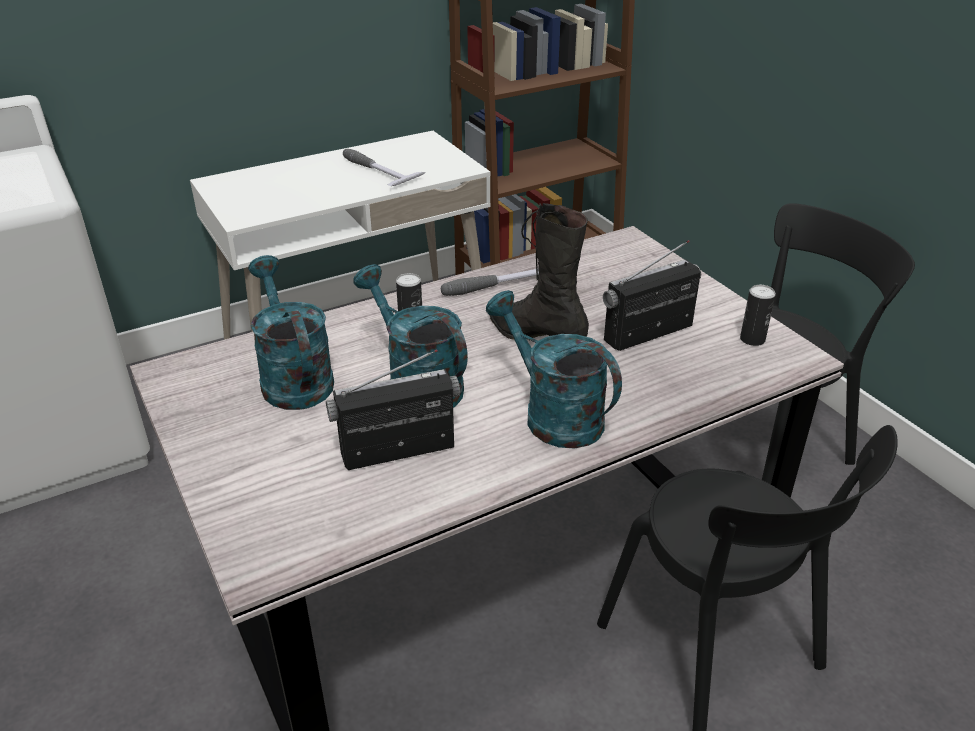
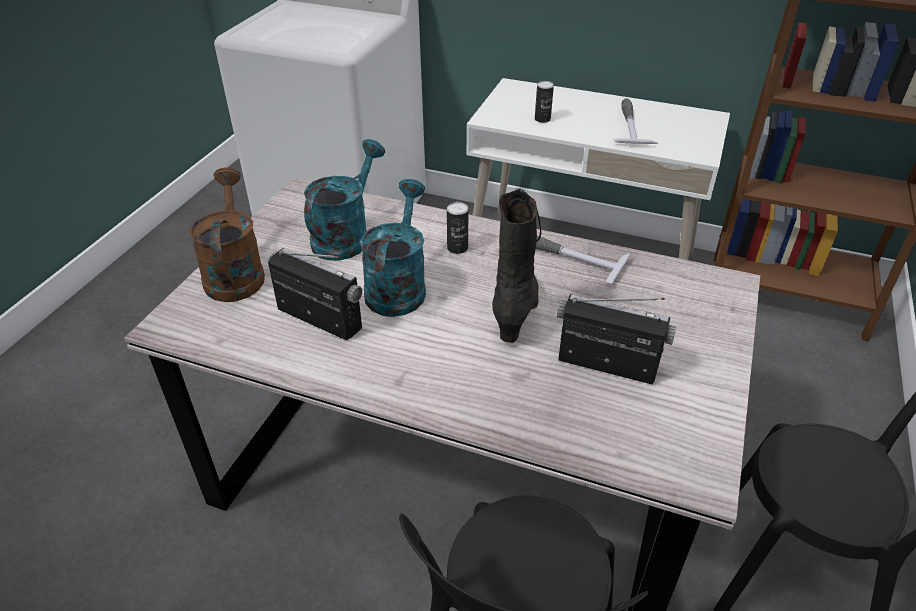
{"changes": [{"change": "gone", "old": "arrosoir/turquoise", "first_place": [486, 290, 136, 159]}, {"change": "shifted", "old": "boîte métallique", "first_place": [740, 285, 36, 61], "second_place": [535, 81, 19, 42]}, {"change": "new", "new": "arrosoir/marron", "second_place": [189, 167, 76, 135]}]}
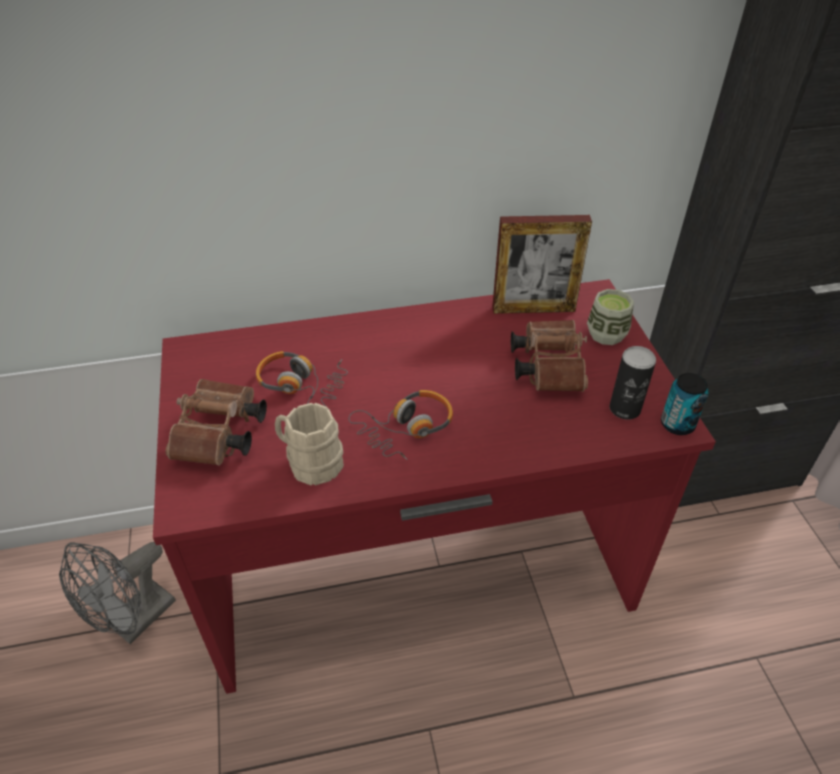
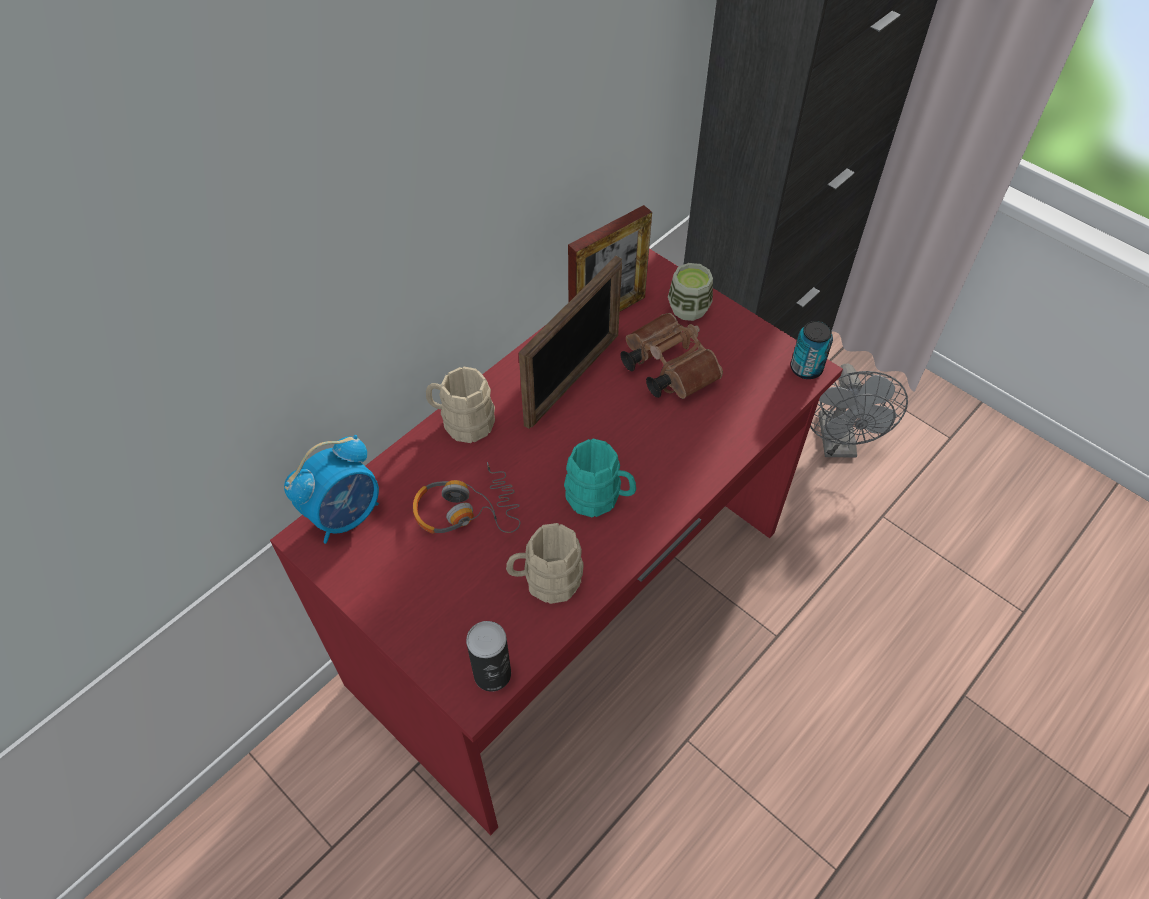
{"changes": [{"change": "shifted", "old": "ventilateur/gris", "first_place": [59, 542, 117, 102], "second_place": [810, 363, 98, 95]}, {"change": "gone", "old": "jumelles/marron", "first_place": [166, 379, 101, 87]}, {"change": "swapped", "old": "casque audio", "new": "mug/turquoise", "first_place": [348, 390, 105, 70], "second_place": [564, 439, 72, 78]}, {"change": "shifted", "old": "boîte métallique", "first_place": [610, 346, 46, 74], "second_place": [466, 621, 45, 71]}, {"change": "new", "new": "réveil", "second_place": [284, 435, 95, 109]}, {"change": "new", "new": "mug/beige", "second_place": [426, 366, 69, 77]}, {"change": "new", "new": "cadre photo", "second_place": [519, 256, 103, 173]}]}
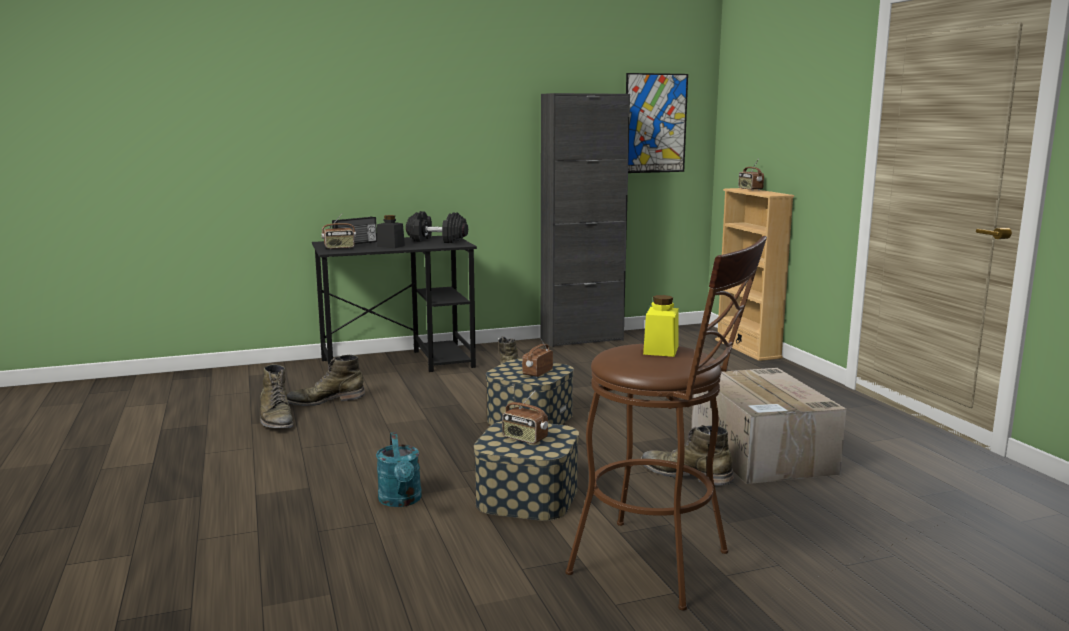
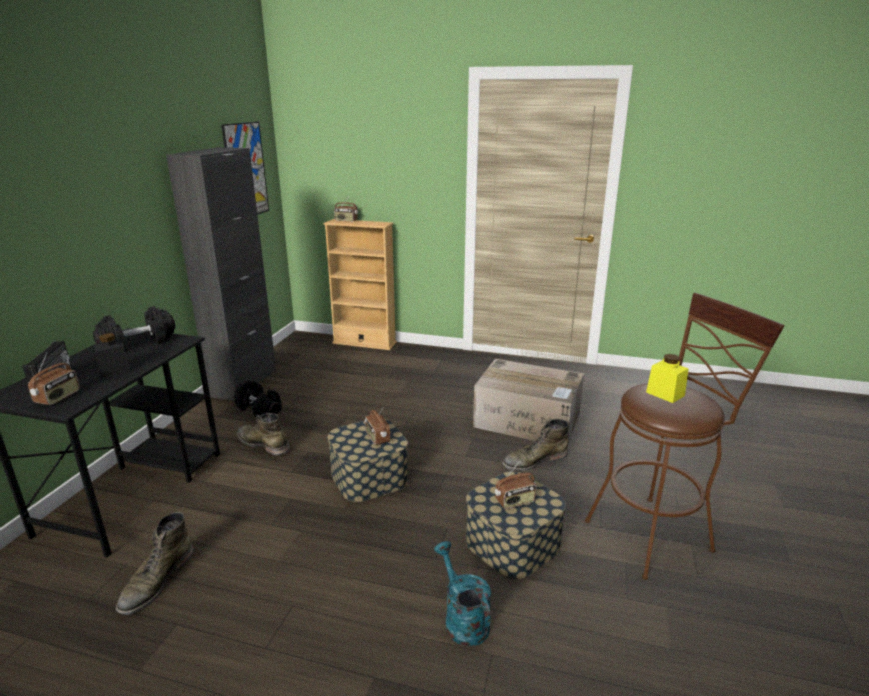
{"changes": [{"change": "gone", "old": "botte/vert", "first_place": [260, 364, 33, 64]}, {"change": "rotated", "old": "arrosoir/turquoise", "first_place": [376, 432, 46, 75], "second_place": [434, 541, 57, 105], "degrees": -135}, {"change": "new", "new": "haltère/noir", "second_place": [234, 380, 48, 37]}]}
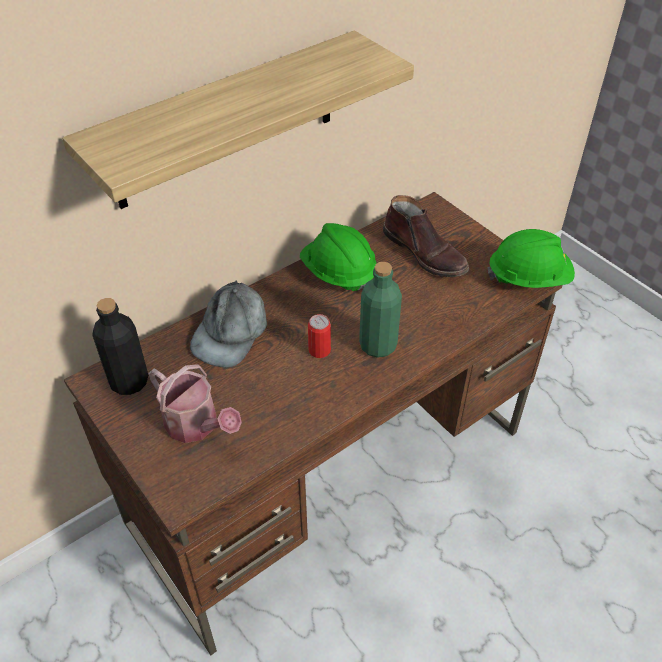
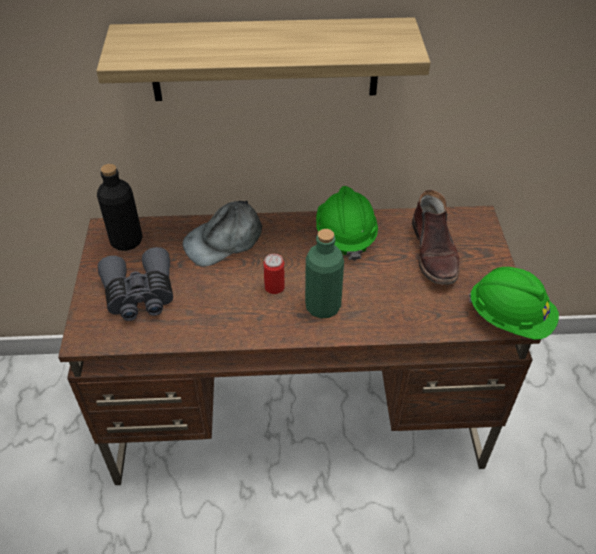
{"changes": [{"change": "swapped", "old": "arrosoir", "new": "jumelles/gris", "first_place": [148, 364, 94, 79], "second_place": [98, 247, 75, 74]}]}
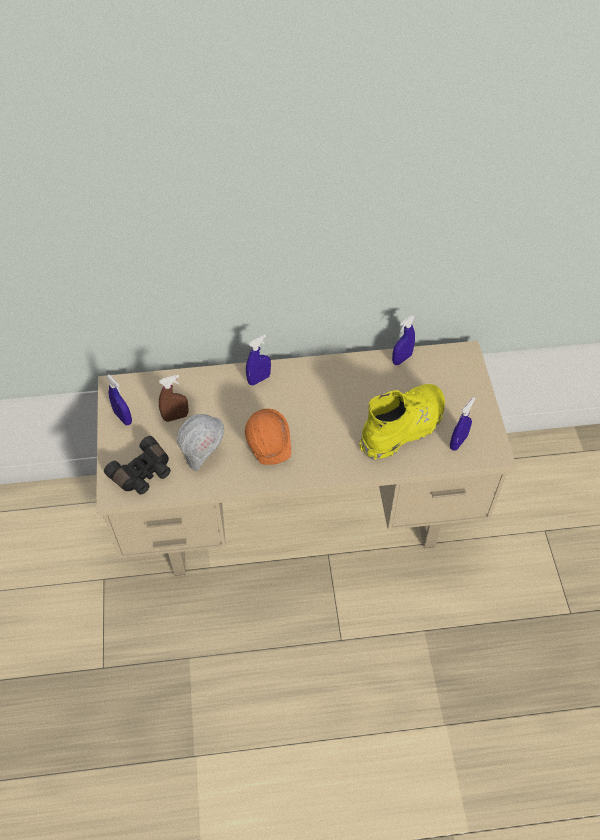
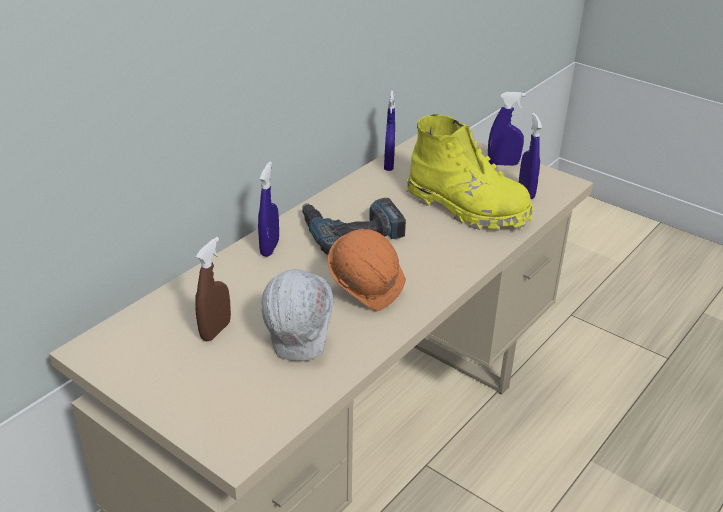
{"changes": [{"change": "gone", "old": "jumelles/noir", "first_place": [104, 436, 67, 59]}, {"change": "shifted", "old": "vaporisateur/bleu", "first_place": [106, 374, 26, 51], "second_place": [488, 92, 38, 74]}, {"change": "rotated", "old": "botte/jaune", "first_place": [359, 384, 86, 76], "second_place": [406, 114, 128, 117], "degrees": 120}, {"change": "new", "new": "perceuse", "second_place": [302, 198, 104, 57]}]}
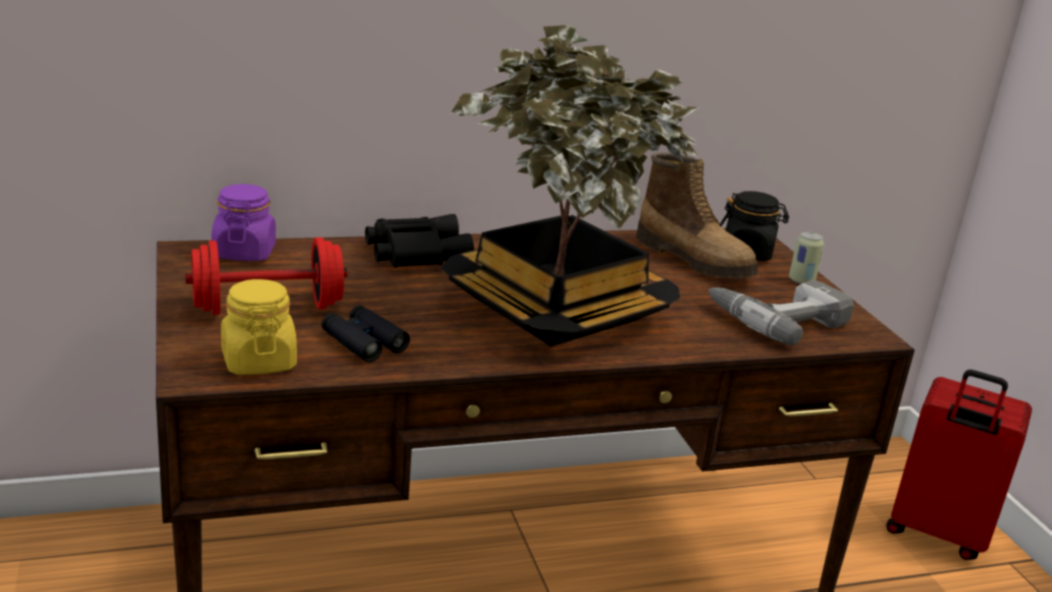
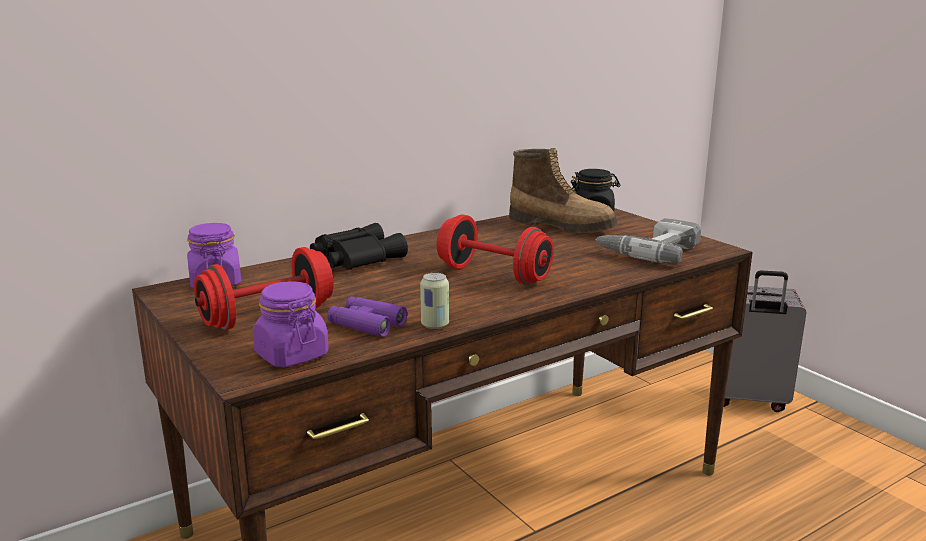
{"changes": [{"change": "repainted", "old": "bocal/jaune", "new": "bocal/violet", "first_place": [221, 279, 76, 96], "second_place": [253, 281, 76, 86]}, {"change": "repainted", "old": "jumelles/noir", "new": "jumelles/violet", "first_place": [322, 305, 88, 57], "second_place": [327, 296, 80, 41]}, {"change": "swapped", "old": "plante en pot", "new": "haltère/rouge", "first_place": [441, 25, 259, 322], "second_place": [437, 214, 117, 71]}, {"change": "shifted", "old": "boîte métallique", "first_place": [789, 232, 35, 52], "second_place": [420, 273, 29, 56]}, {"change": "repainted", "old": "valise/rouge", "new": "valise/gris", "first_place": [886, 370, 146, 190], "second_place": [723, 270, 84, 142]}]}
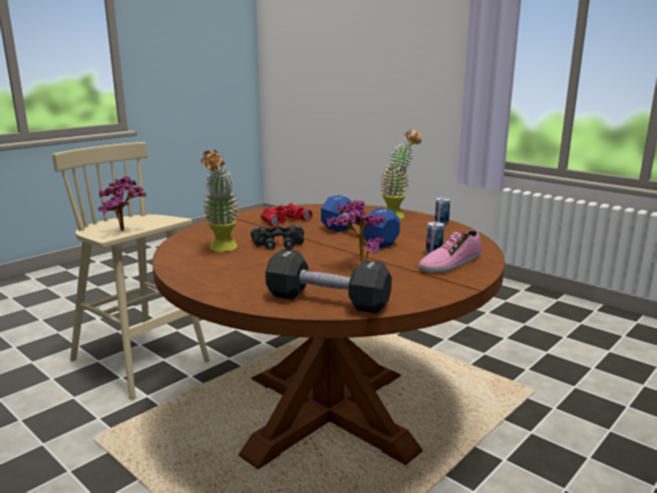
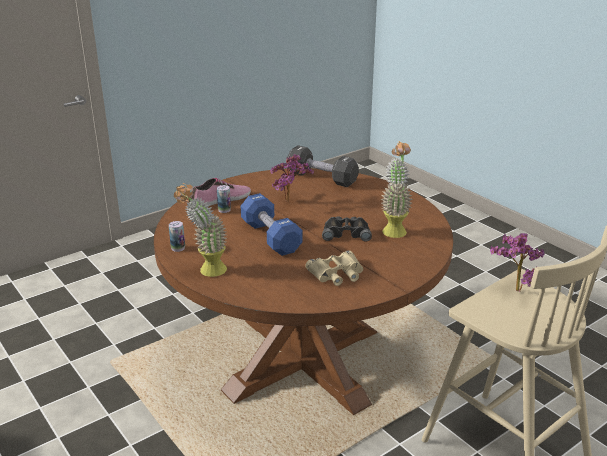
{"changes": [{"change": "repainted", "old": "jumelles/rouge", "new": "jumelles/beige", "first_place": [260, 203, 53, 24], "second_place": [305, 250, 58, 36]}]}
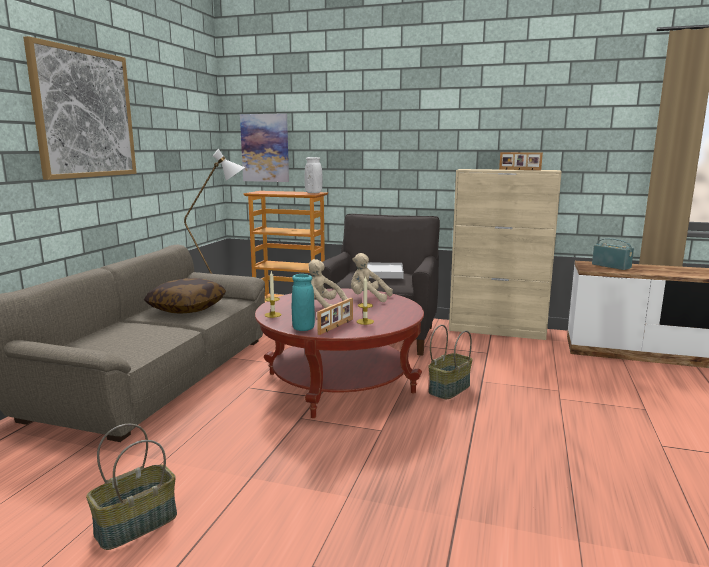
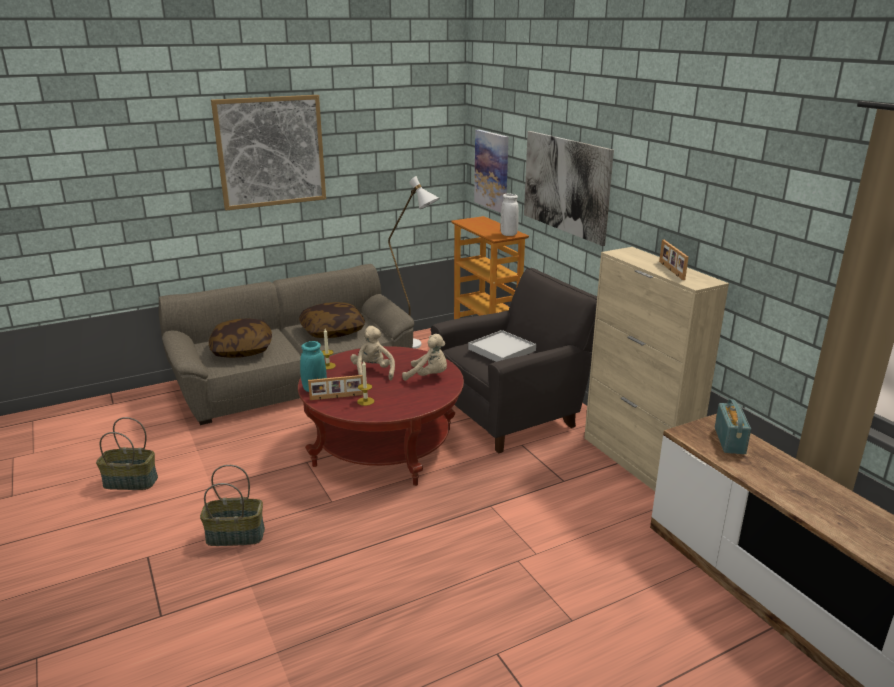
{"changes": [{"change": "rotated", "old": "peluche/beige", "first_place": [351, 253, 42, 49], "second_place": [402, 334, 45, 47], "degrees": 135}, {"change": "shifted", "old": "panier", "first_place": [428, 325, 44, 74], "second_place": [200, 465, 65, 81]}, {"change": "new", "new": "coussin", "second_place": [209, 319, 63, 39]}, {"change": "new", "new": "tableau", "second_place": [524, 131, 90, 115]}]}
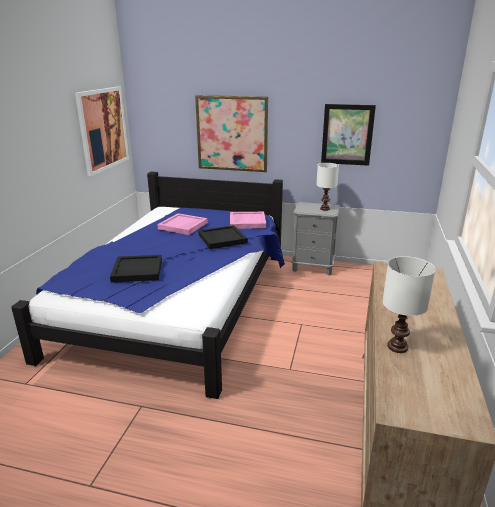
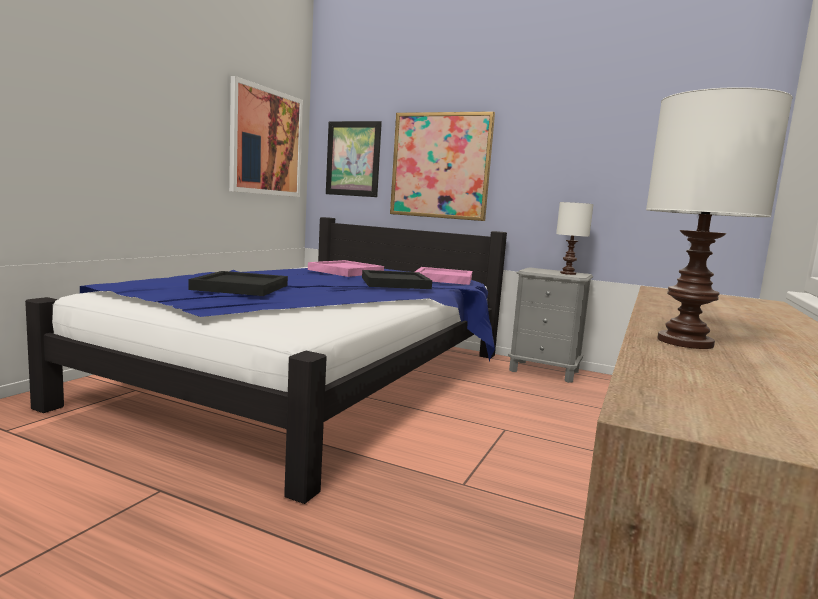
{"changes": [{"change": "shifted", "old": "tableau", "first_place": [321, 104, 55, 62], "second_place": [326, 121, 56, 76]}]}
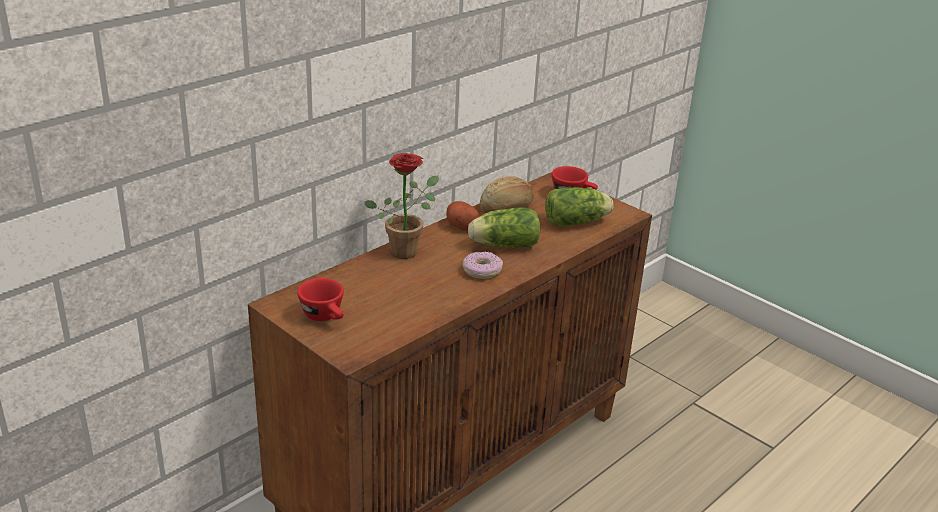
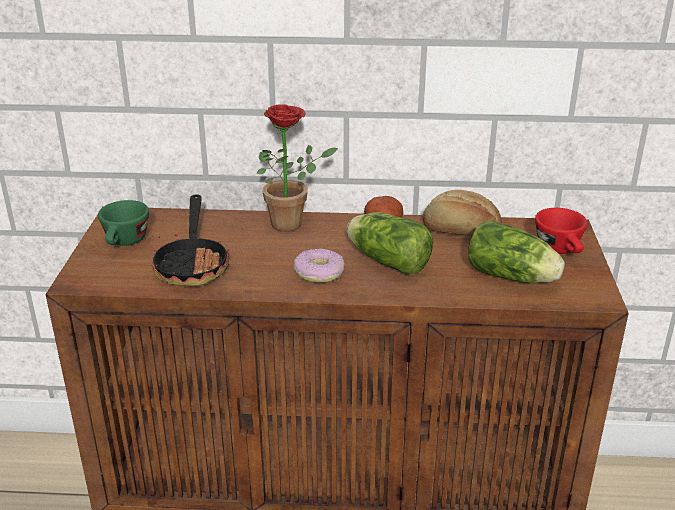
{"changes": [{"change": "repainted", "old": "tasse/rouge", "new": "tasse/vert", "first_place": [297, 278, 47, 43], "second_place": [98, 200, 51, 46]}, {"change": "new", "new": "poêle", "second_place": [151, 194, 79, 93]}]}
